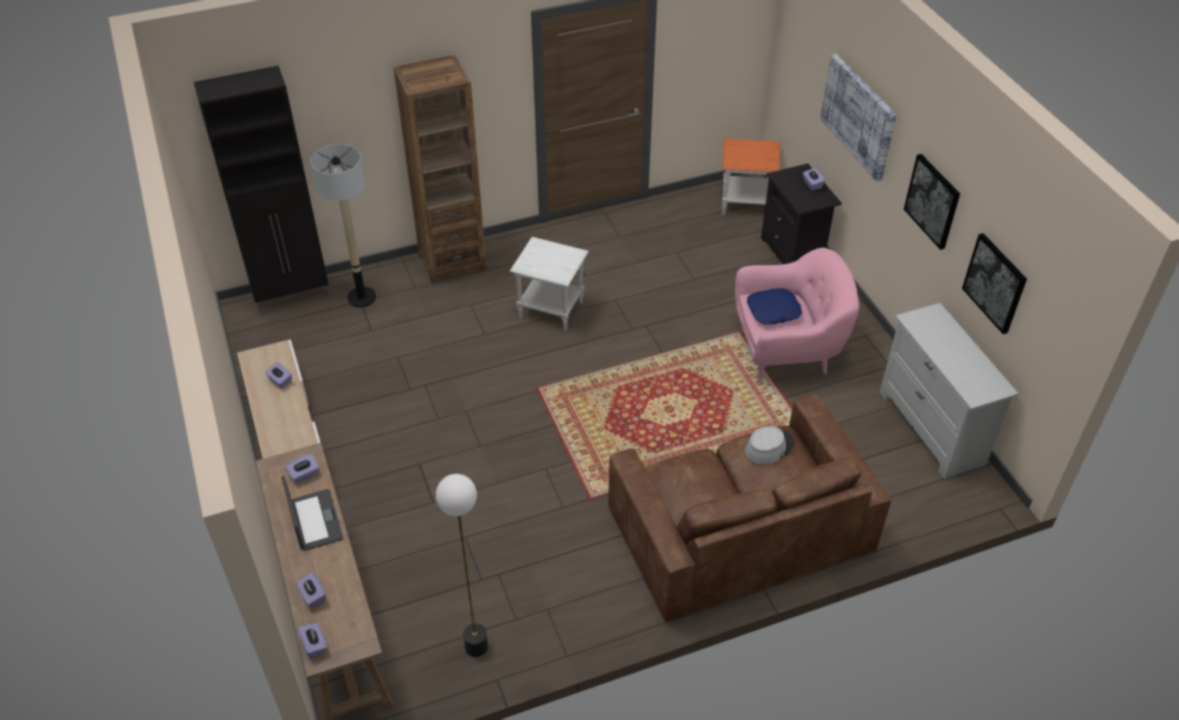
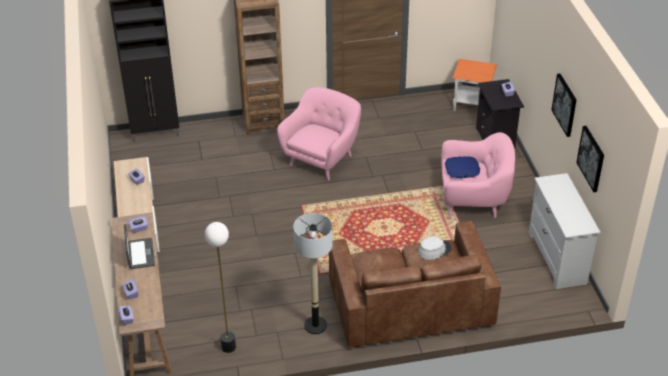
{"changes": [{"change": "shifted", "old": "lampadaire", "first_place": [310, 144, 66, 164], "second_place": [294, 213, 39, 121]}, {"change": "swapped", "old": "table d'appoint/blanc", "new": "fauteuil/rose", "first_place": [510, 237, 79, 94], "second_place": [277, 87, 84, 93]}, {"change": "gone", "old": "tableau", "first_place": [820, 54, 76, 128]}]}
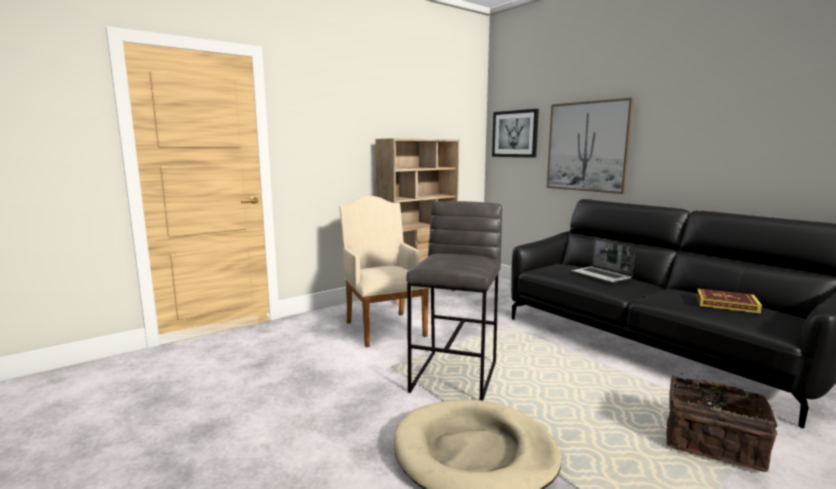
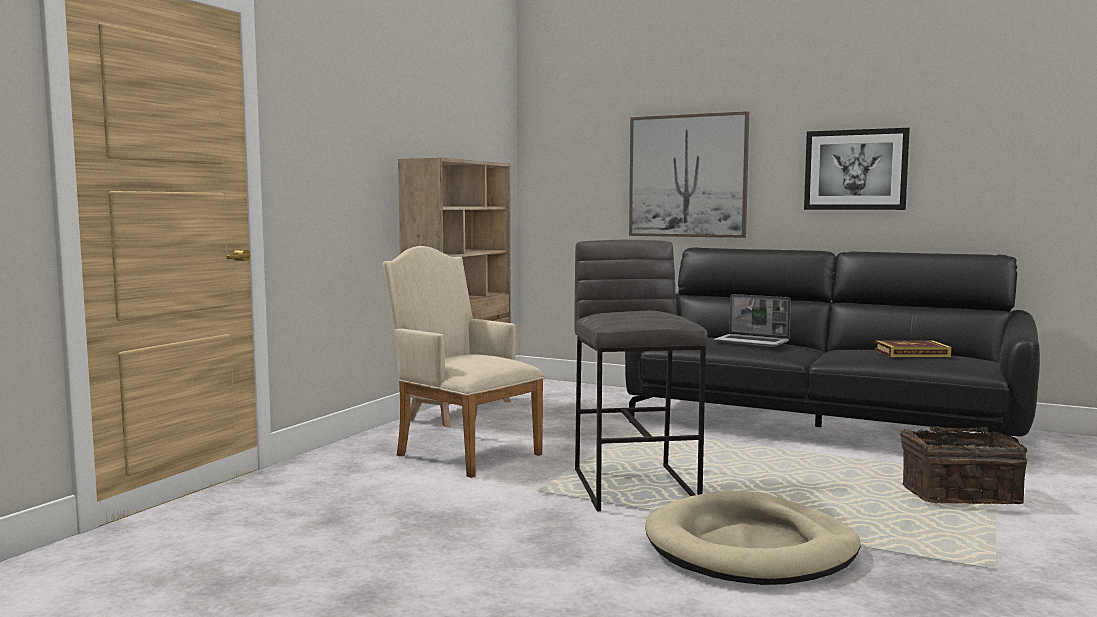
{"changes": [{"change": "shifted", "old": "tableau", "first_place": [492, 109, 47, 49], "second_place": [804, 128, 106, 82]}]}
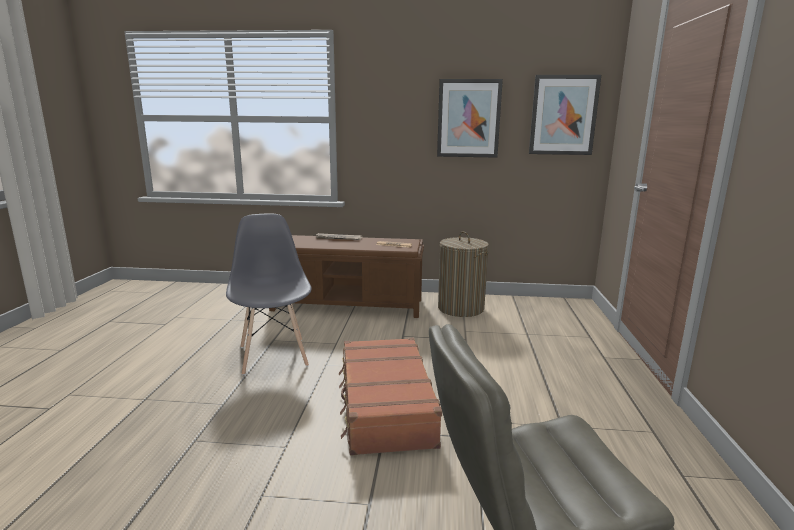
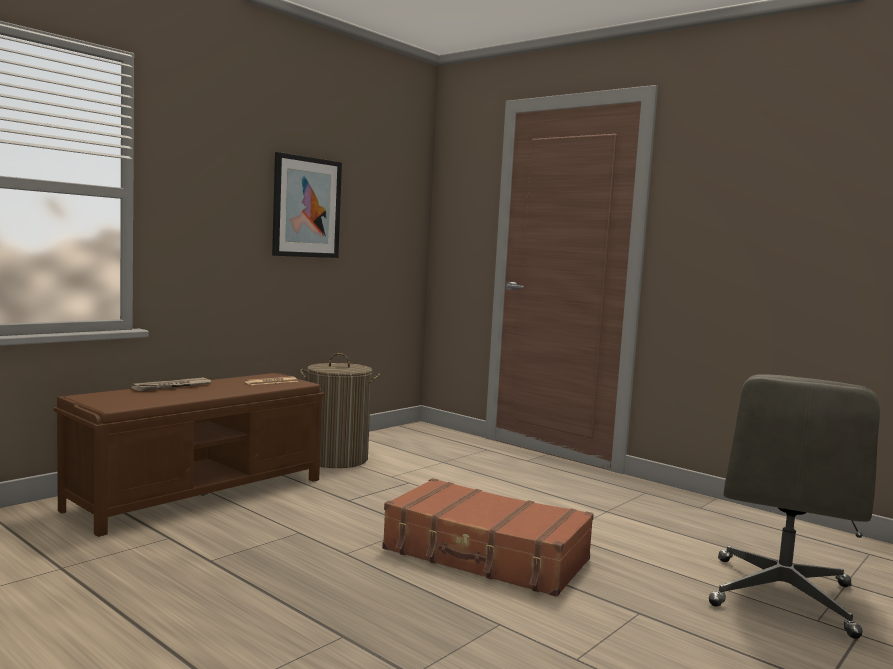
{"changes": [{"change": "gone", "old": "chaise/gris", "first_place": [226, 213, 86, 162]}, {"change": "gone", "old": "tableau", "first_place": [529, 75, 72, 80]}]}
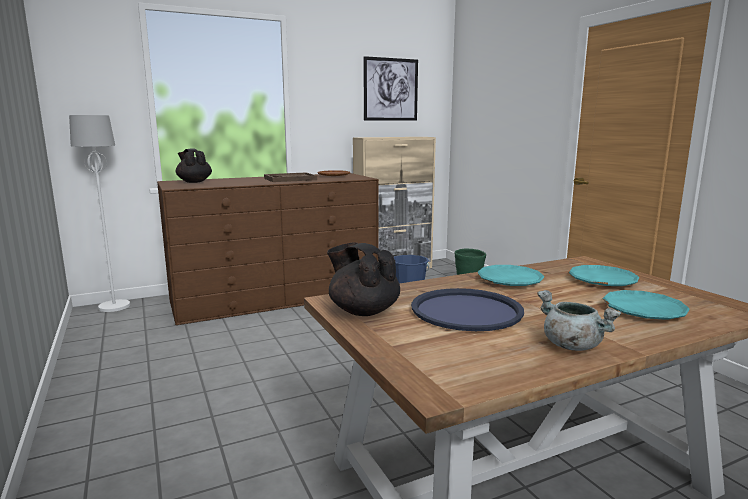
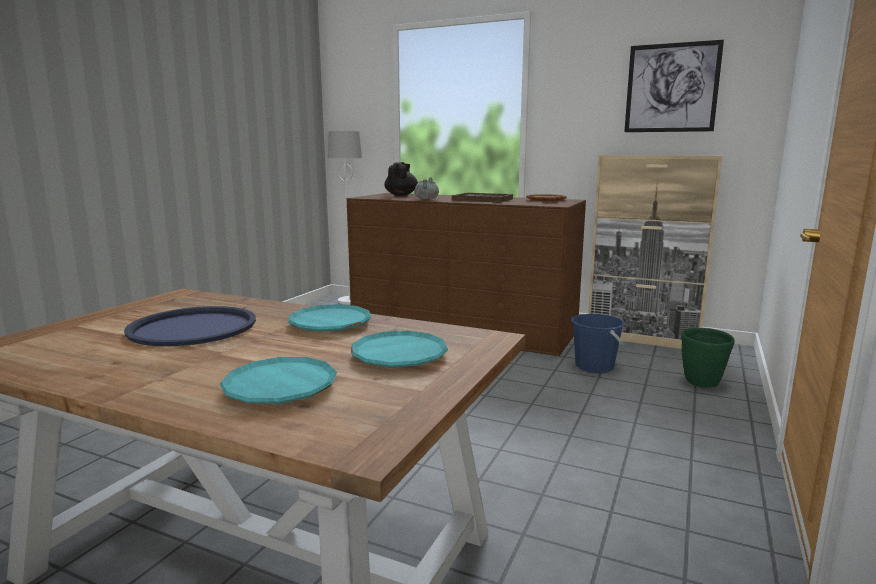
{"changes": [{"change": "gone", "old": "théière/noir", "first_place": [327, 243, 73, 73]}, {"change": "shifted", "old": "marmite/gris", "first_place": [537, 290, 84, 61], "second_place": [414, 177, 25, 22]}]}
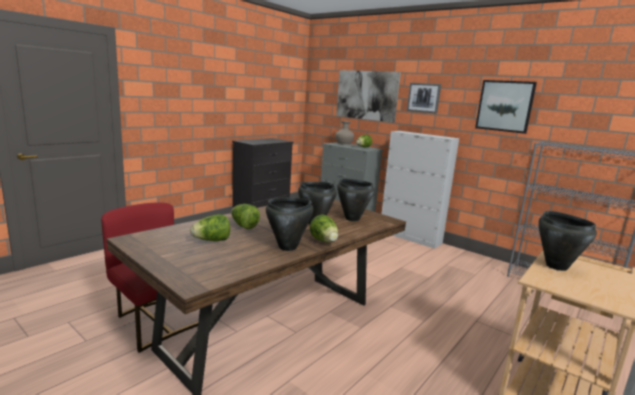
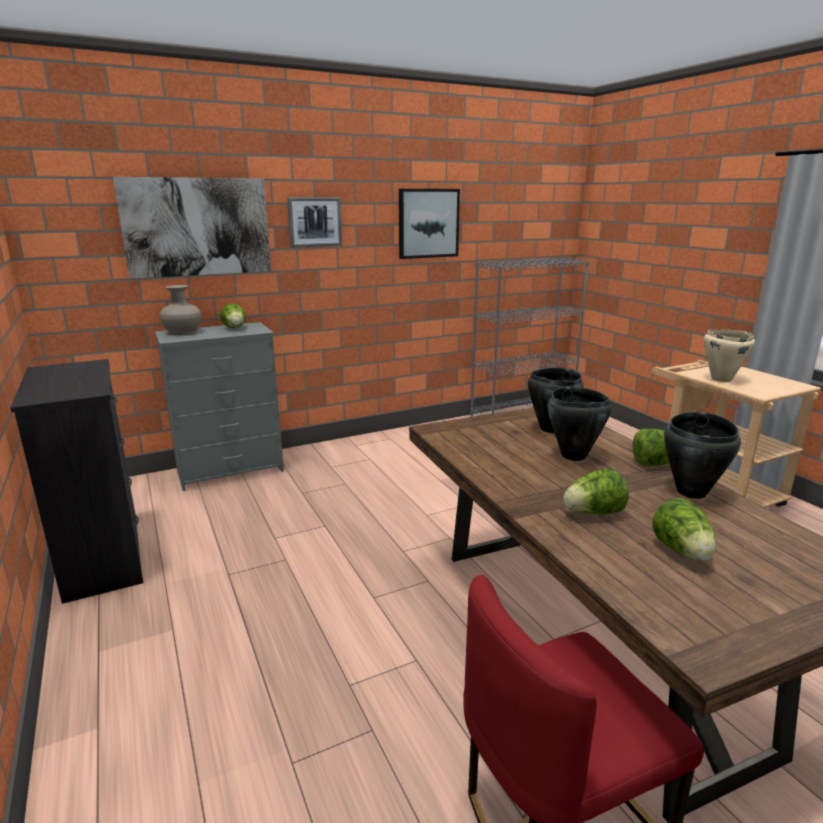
{"changes": [{"change": "gone", "old": "meuble de rangement/blanc", "first_place": [382, 131, 77, 118]}, {"change": "repainted", "old": "marmite/noir", "new": "marmite/beige", "first_place": [538, 211, 59, 60], "second_place": [704, 330, 51, 52]}]}
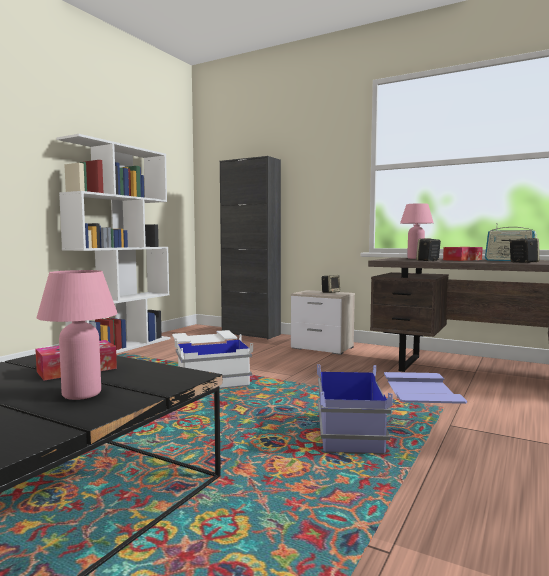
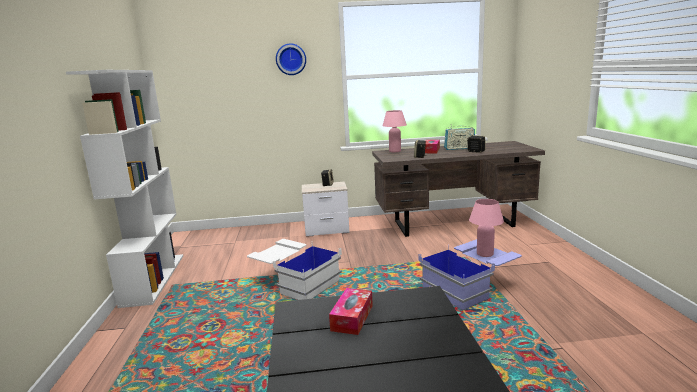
{"changes": [{"change": "shifted", "old": "lampe de table/rose", "first_place": [37, 270, 80, 130], "second_place": [469, 199, 35, 58]}, {"change": "gone", "old": "meuble de rangement/noir", "first_place": [220, 156, 61, 183]}, {"change": "new", "new": "horloge murale", "second_place": [276, 43, 30, 32]}]}
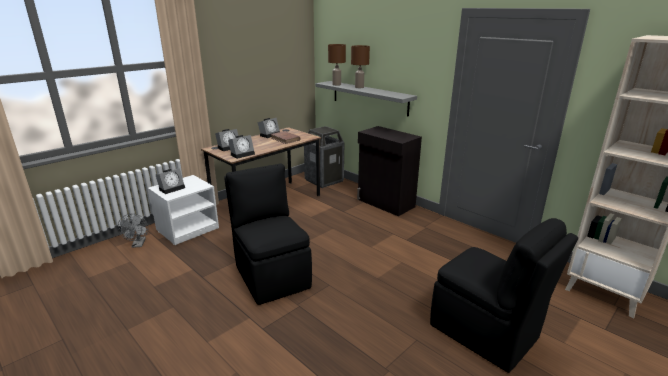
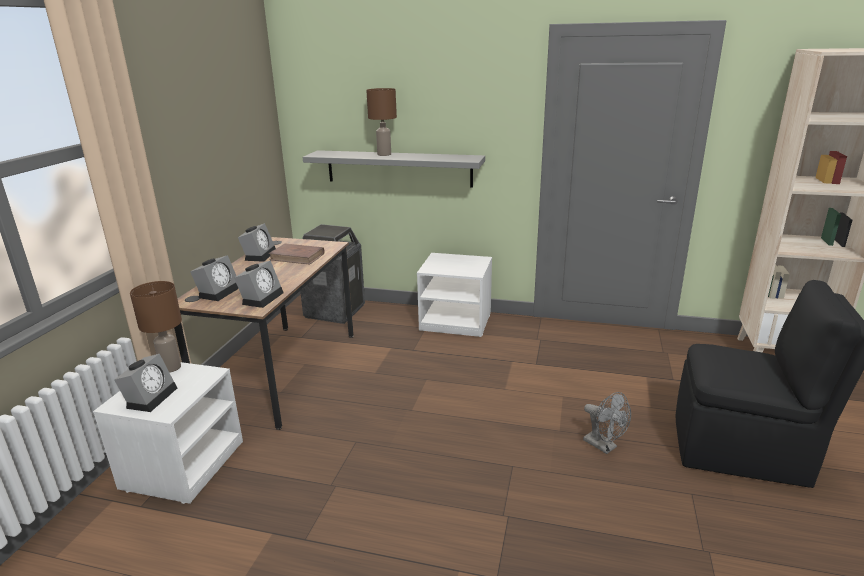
{"changes": [{"change": "shifted", "old": "ventilateur/gris", "first_place": [118, 214, 30, 34], "second_place": [583, 392, 48, 62]}, {"change": "gone", "old": "chaise/noir", "first_place": [224, 163, 88, 142]}, {"change": "shifted", "old": "lampe de table/marron", "first_place": [328, 44, 18, 42], "second_place": [130, 281, 52, 92]}, {"change": "swapped", "old": "meuble de rangement/noir", "new": "table de chevet/blanc", "first_place": [357, 126, 65, 90], "second_place": [417, 253, 75, 84]}]}
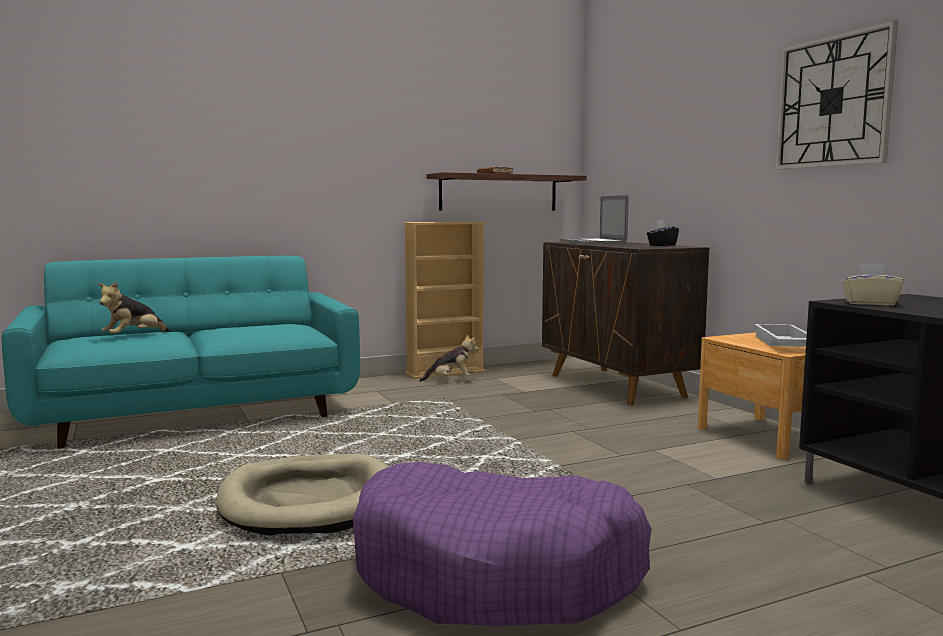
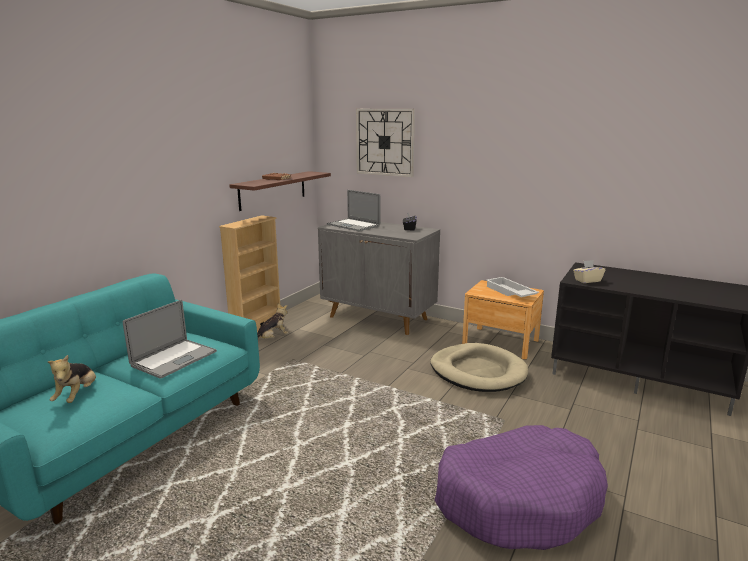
{"changes": [{"change": "shifted", "old": "panier pour chien/beige", "first_place": [216, 454, 173, 82], "second_place": [430, 343, 98, 49]}, {"change": "repainted", "old": "meuble de rangement/marron", "new": "meuble de rangement/gris", "first_place": [542, 242, 167, 164], "second_place": [318, 218, 122, 117]}, {"change": "shifted", "old": "horloge murale", "first_place": [775, 20, 123, 150], "second_place": [356, 109, 59, 68]}, {"change": "new", "new": "ordinateur portable", "second_place": [123, 300, 94, 79]}]}
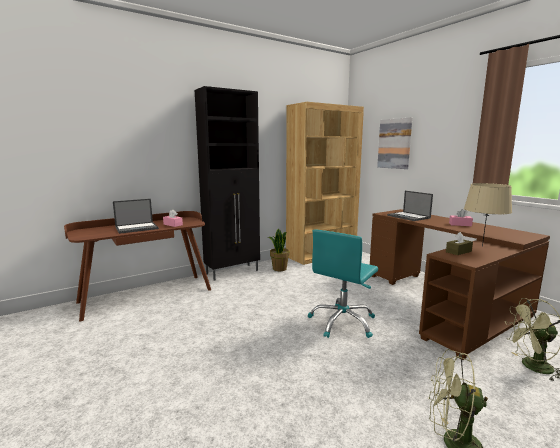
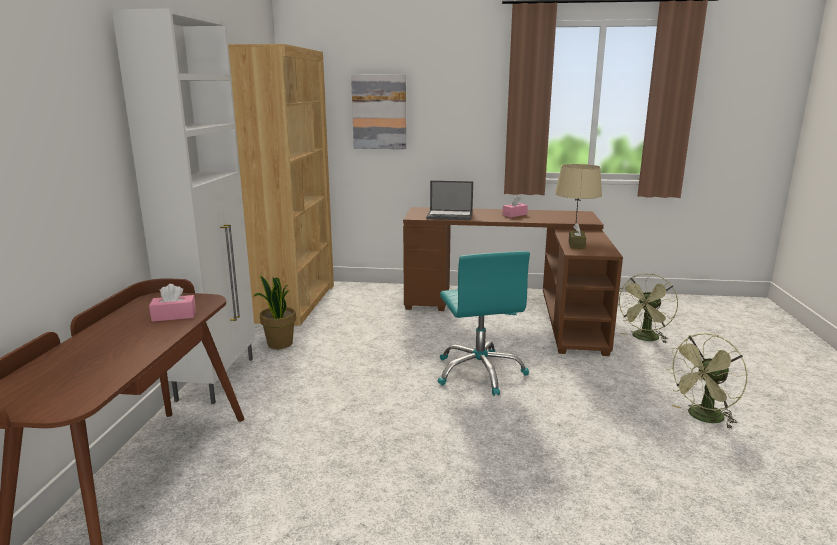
{"changes": [{"change": "gone", "old": "ordinateur portable", "first_place": [113, 199, 46, 35]}, {"change": "repainted", "old": "meuble de rangement/noir", "new": "meuble de rangement/blanc", "first_place": [195, 86, 65, 194], "second_place": [112, 8, 143, 396]}]}
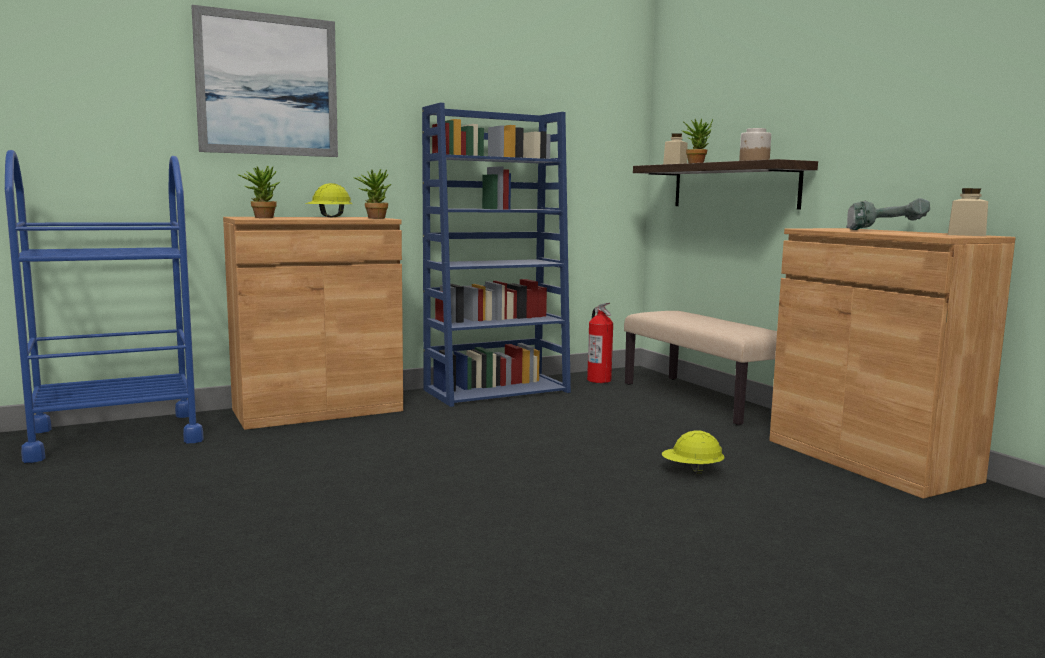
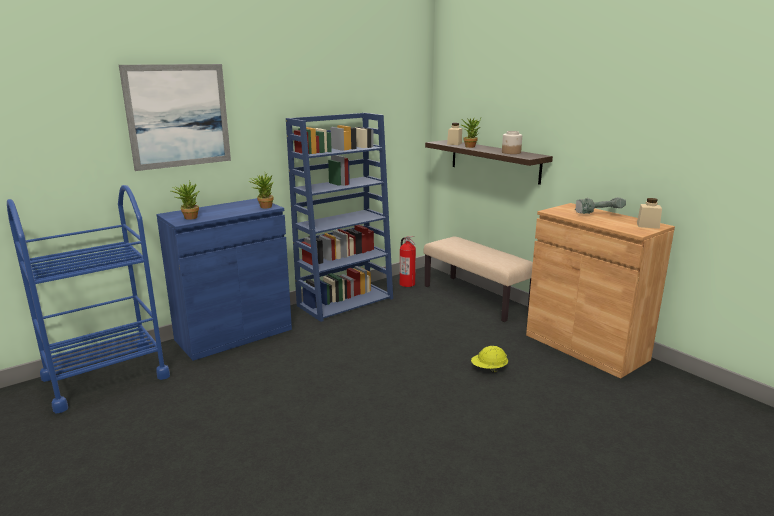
{"changes": [{"change": "repainted", "old": "meuble de rangement/marron", "new": "meuble de rangement/bleu", "first_place": [223, 217, 180, 213], "second_place": [156, 198, 136, 163]}, {"change": "gone", "old": "casque de chantier/jaune", "first_place": [305, 183, 47, 34]}]}
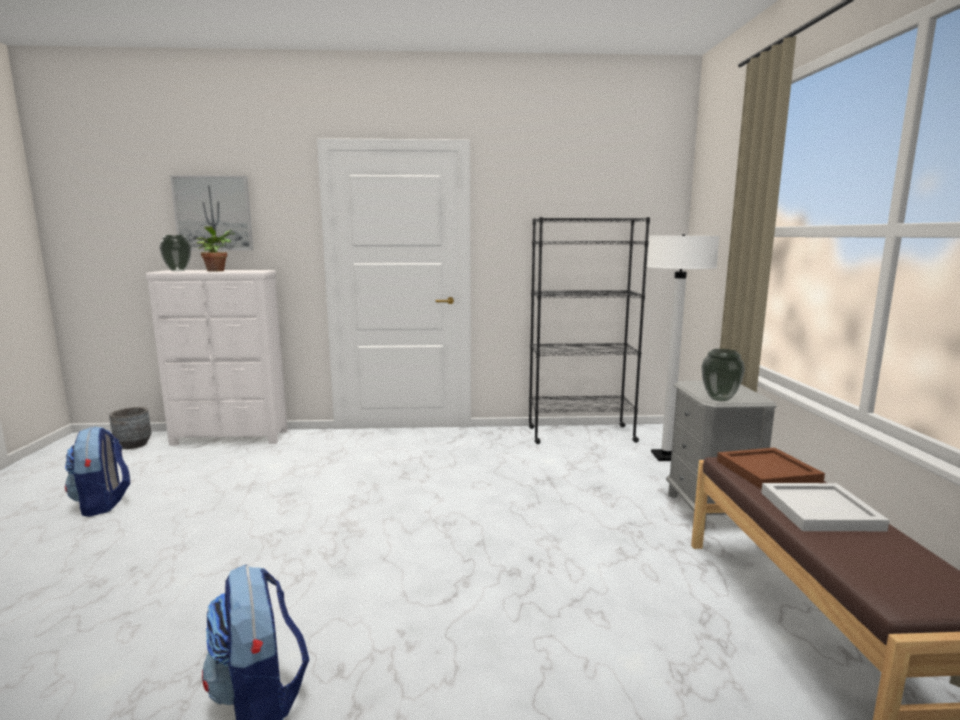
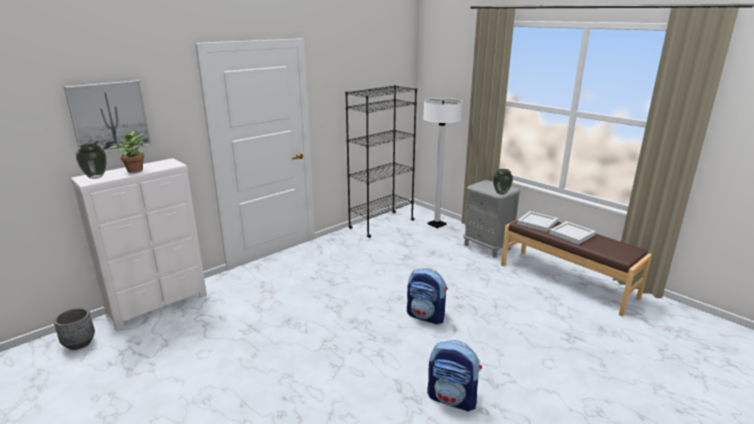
{"changes": [{"change": "shifted", "old": "sac à dos", "first_place": [65, 426, 65, 91], "second_place": [407, 268, 41, 57]}, {"change": "repainted", "old": "plateau/marron", "new": "plateau/blanc", "first_place": [717, 448, 108, 41], "second_place": [517, 211, 41, 21]}]}
